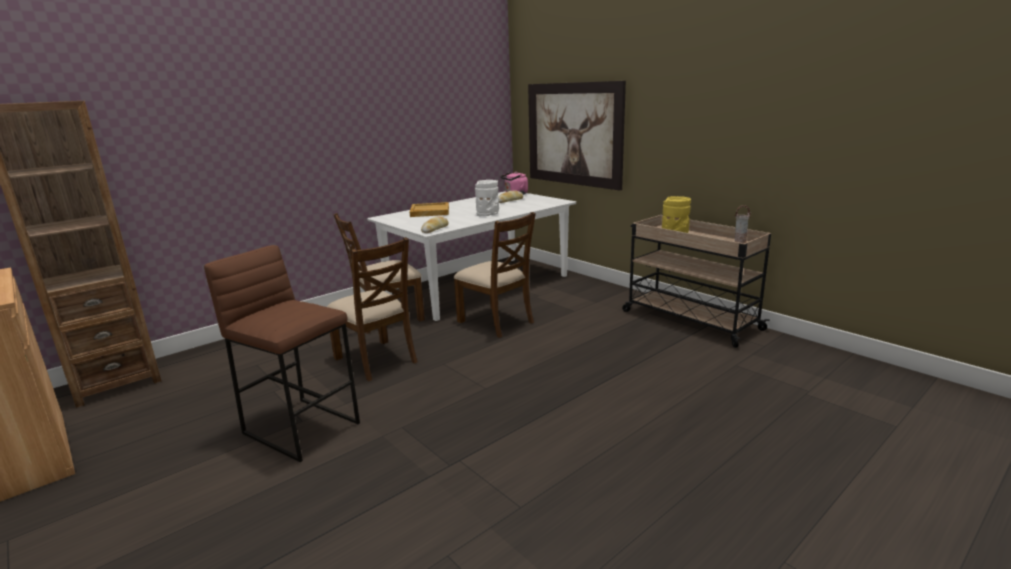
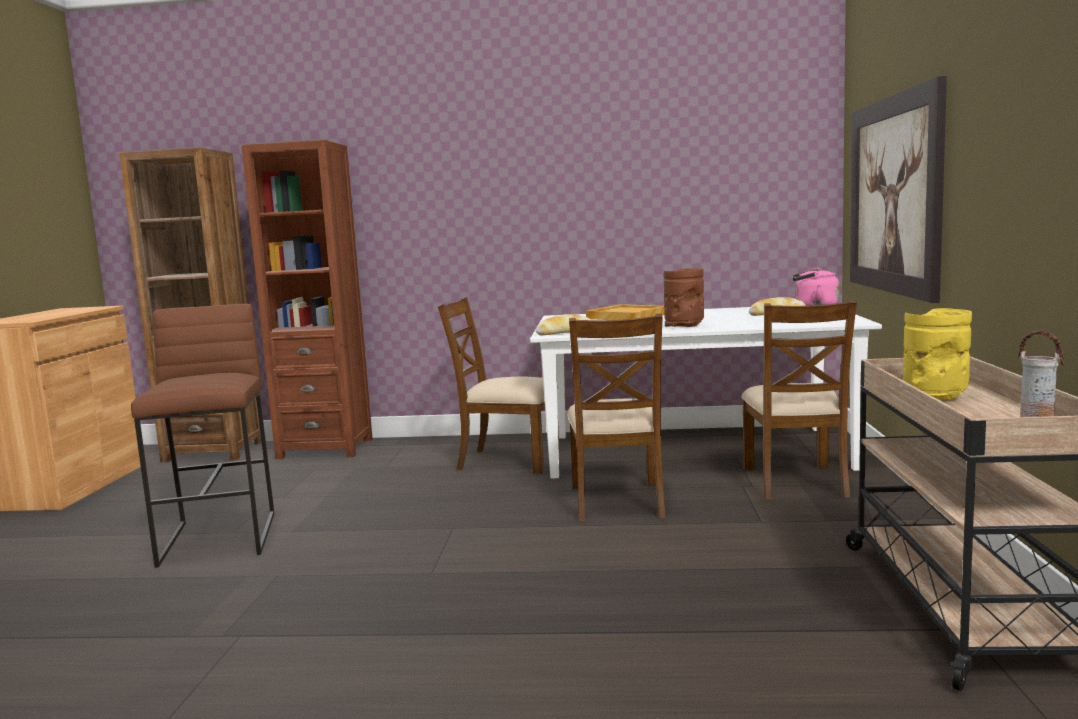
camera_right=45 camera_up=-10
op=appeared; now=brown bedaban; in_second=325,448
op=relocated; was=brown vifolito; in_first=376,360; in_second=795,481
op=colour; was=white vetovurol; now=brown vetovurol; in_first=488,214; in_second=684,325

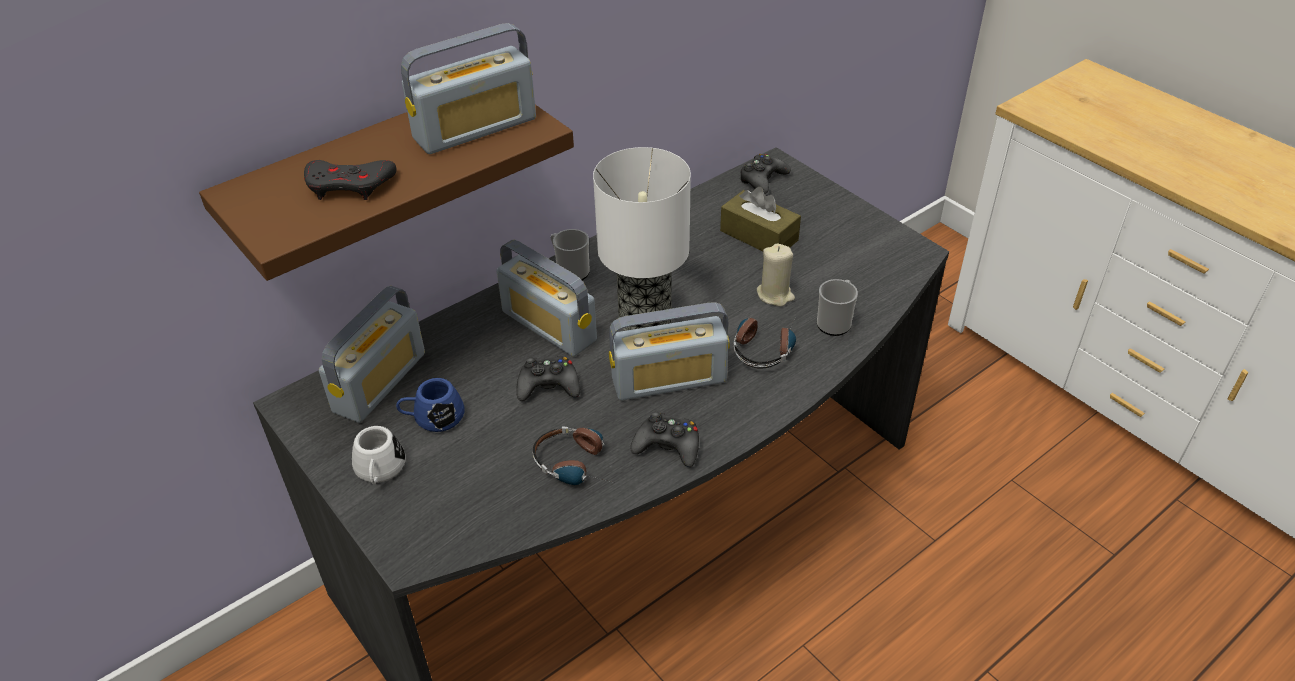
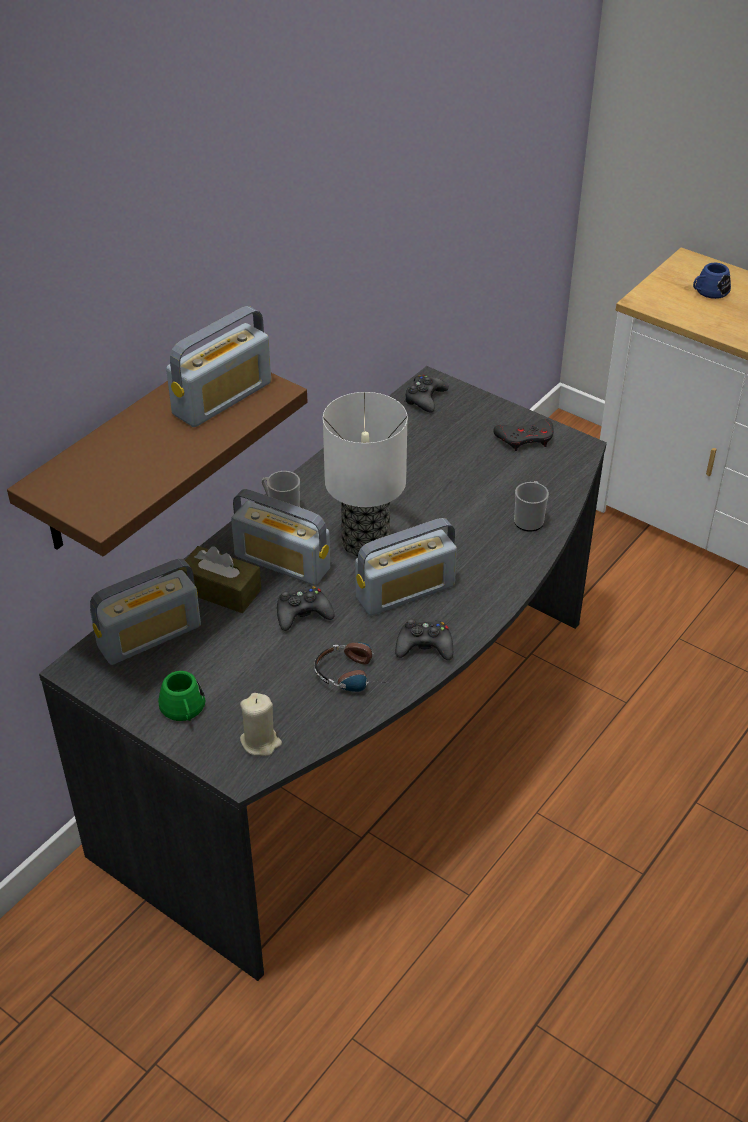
camera_right=-15 camera_up=0
op=missing; was=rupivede; in_first=764,346
op=relocated; was=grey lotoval; in_first=349,185; in_second=525,438
op=relocated; was=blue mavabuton; in_first=433,417; in_second=708,292
op=relocated; was=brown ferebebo; in_first=759,236; in_second=221,590
op=relocated; was=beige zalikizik; in_first=775,295; in_second=260,742
op=colour; was=white mavabuton; now=green mavabuton; in_first=379,470; in_second=184,710
op=spun; was=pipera; in_first=380,382; in_second=149,636; clockwise=45

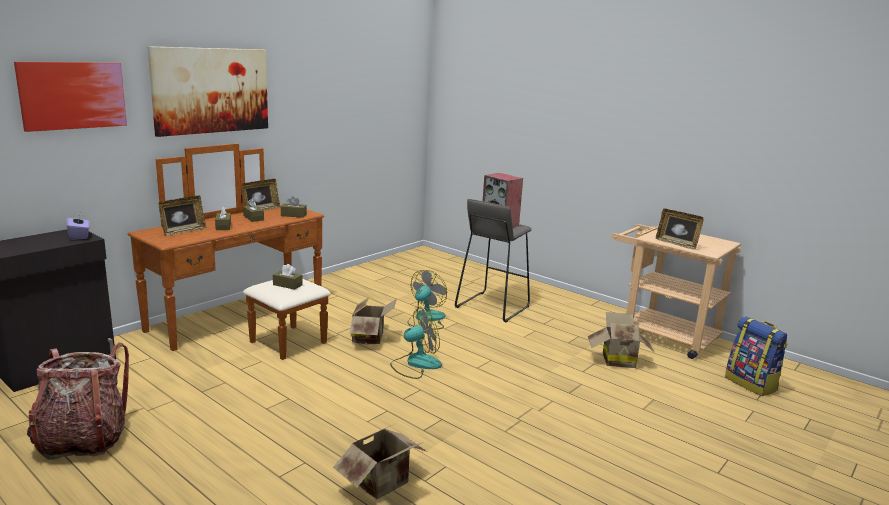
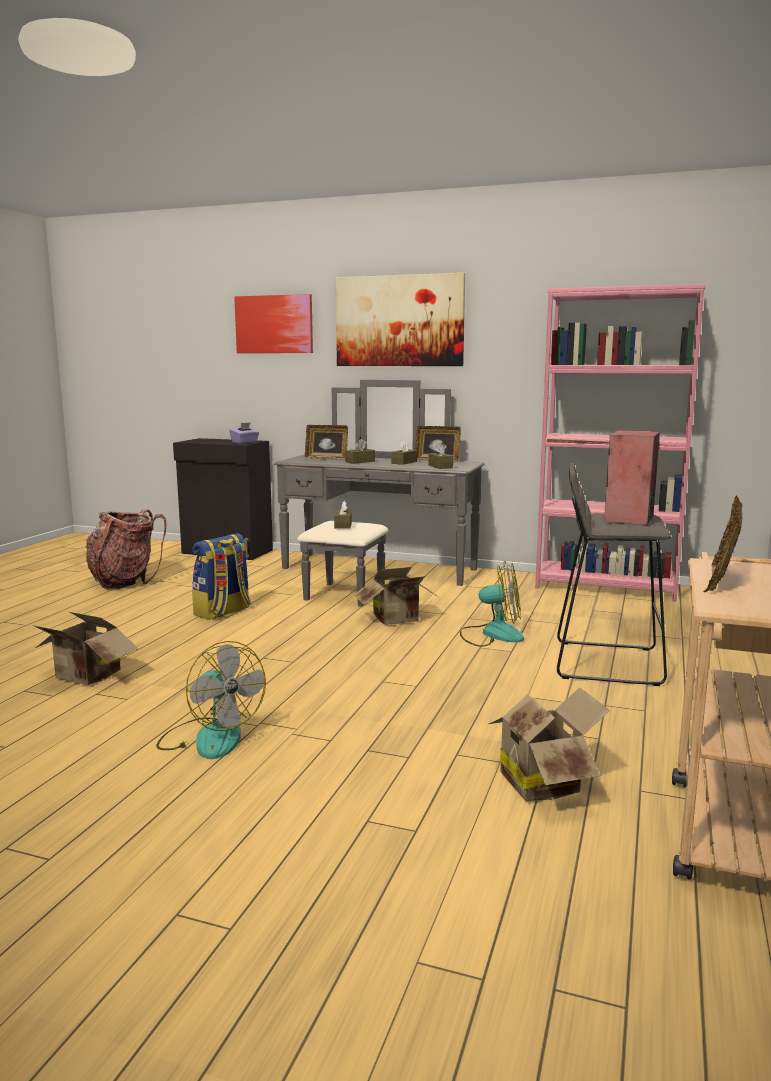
camera_right=70 camera_up=-5
op=appeared; now=pink bedaban; in_second=606,587
op=relocated; was=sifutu; in_first=415,364; in_second=210,737
op=relocated; was=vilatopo; in_first=751,384; in_second=223,612
op=colour; was=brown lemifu; now=grey lemifu; in_first=249,321; in_second=372,574

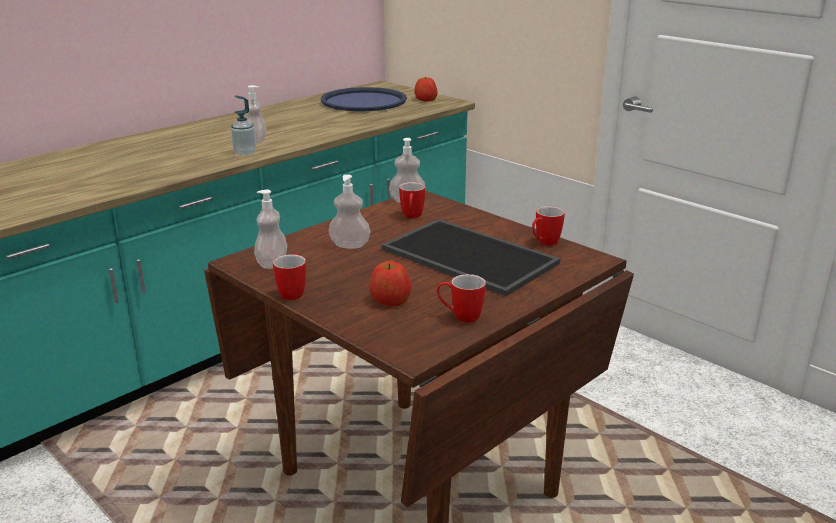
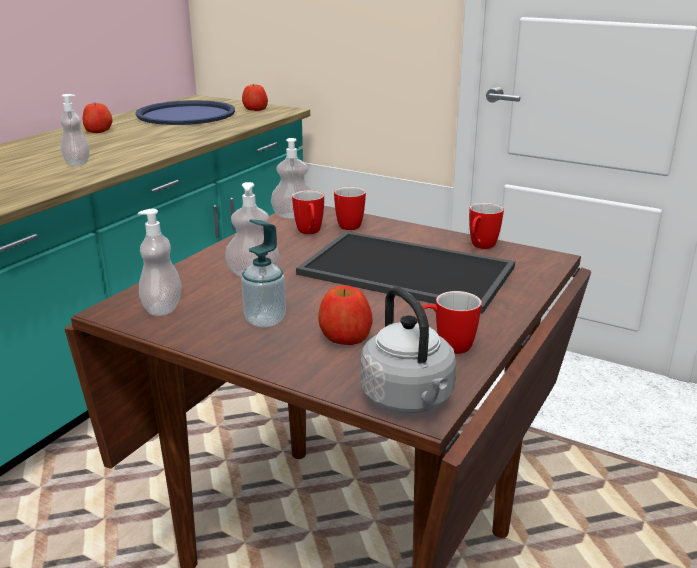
camera_right=-15 camera_up=0
op=appeared; now=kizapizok; in_second=98,131
op=appeared; now=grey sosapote; in_second=409,399
op=relocated; was=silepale; in_first=245,153; in_second=265,320
op=relocated; was=mavabuton; in_first=293,292; in_second=349,224

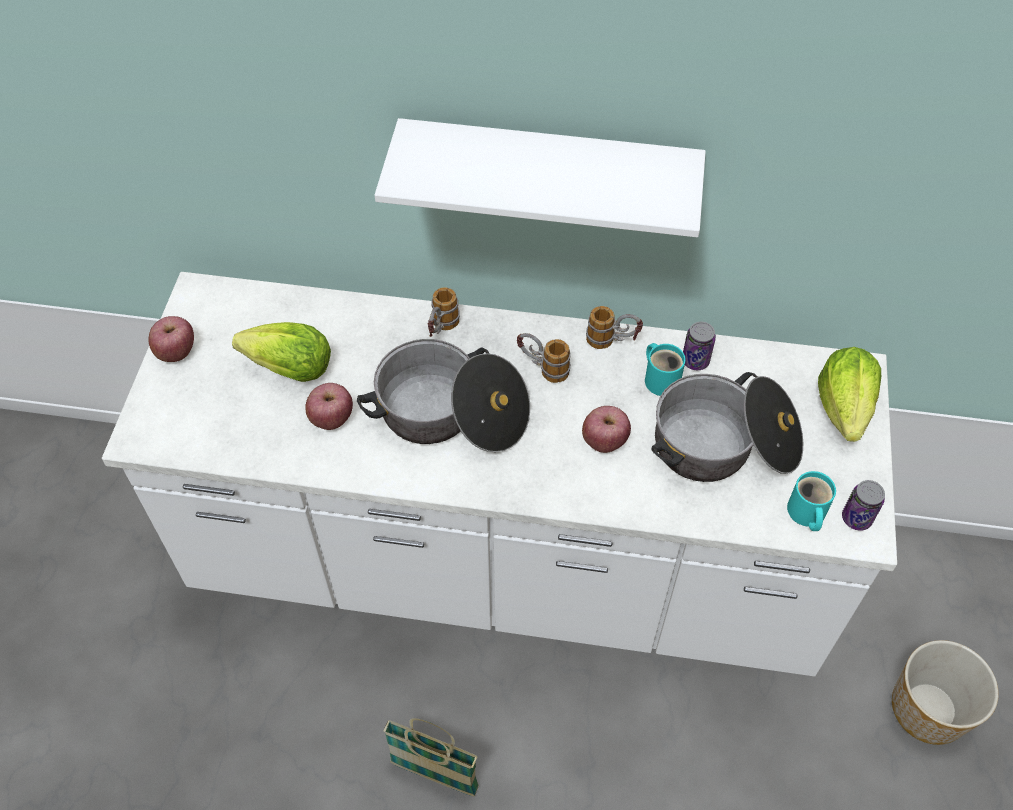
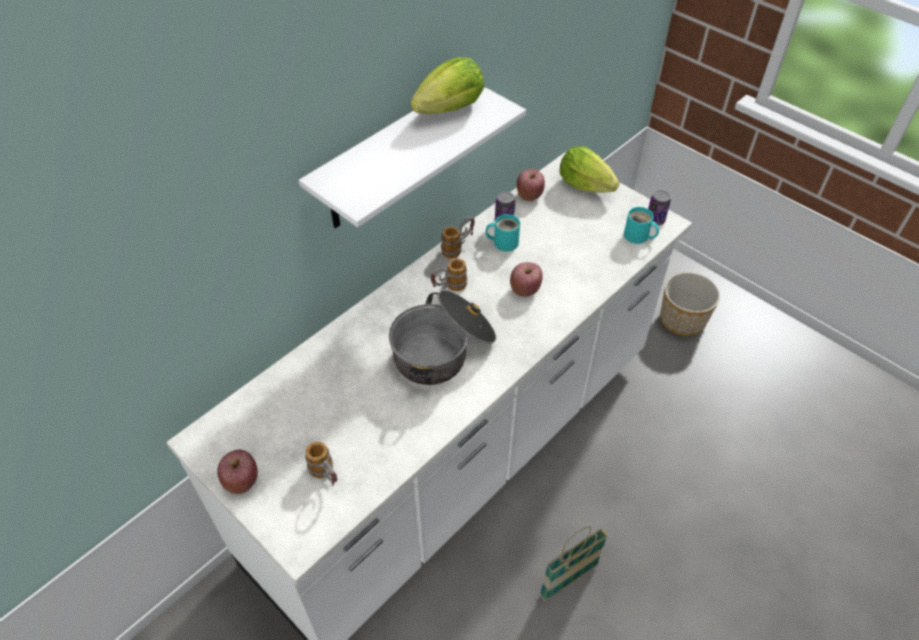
camera_right=-55 camera_up=-5
op=missing; was=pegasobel; in_first=724,446
op=relocated; was=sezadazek; in_first=290,369; in_second=450,109
op=relocated; was=kizapizok; in_first=331,418; in_second=529,195
op=relocated; was=mavabuton; in_first=441,330; in_second=327,476

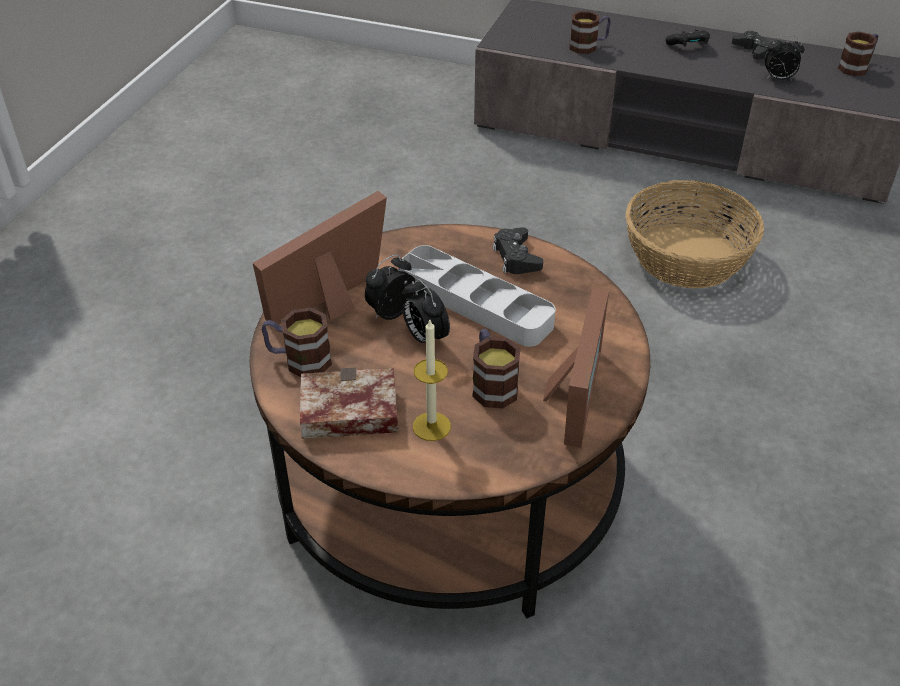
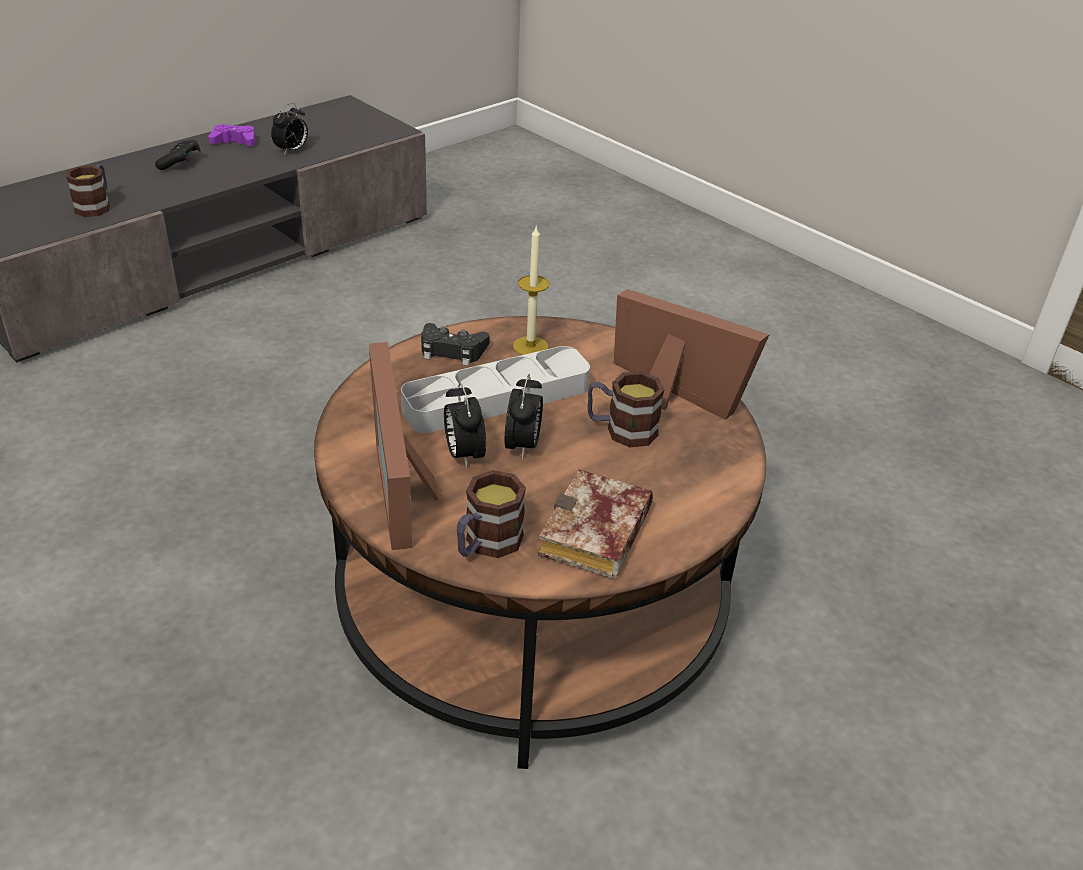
camera_right=-65 camera_up=-5
op=missing; was=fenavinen; in_first=687,256
op=missing; was=mavabuton; in_first=856,67
op=relocated; was=zalikizik; in_first=431,426; in_second=530,346
op=colour; was=black lotoval; now=purple lotoval; in_first=753,51; in_second=234,142
op=spun; was=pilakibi; in_first=425,337; in_second=523,446; clockwise=-75

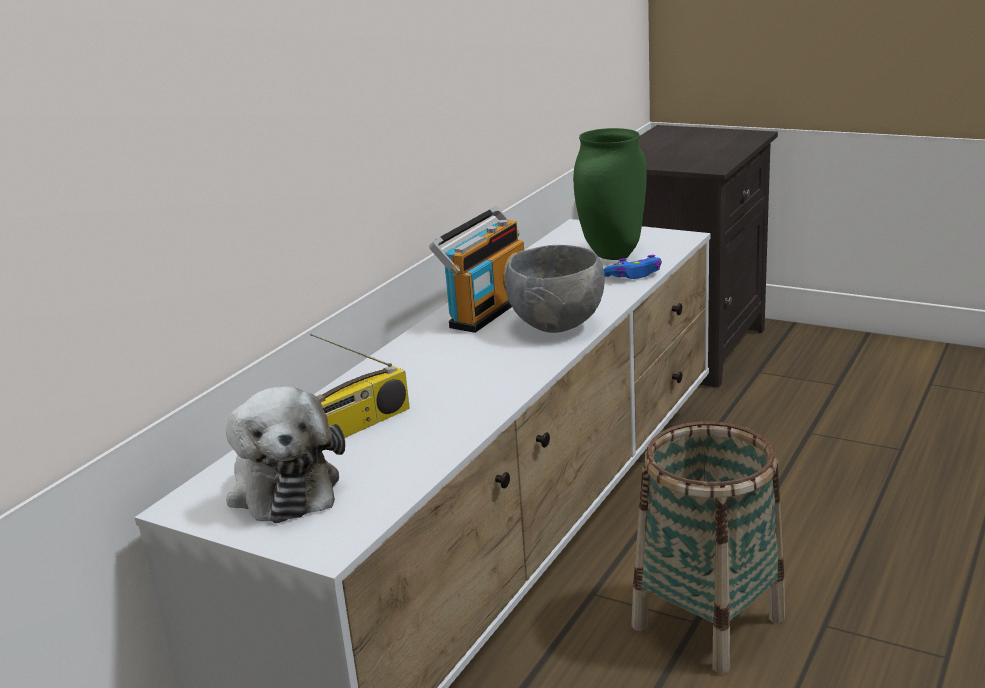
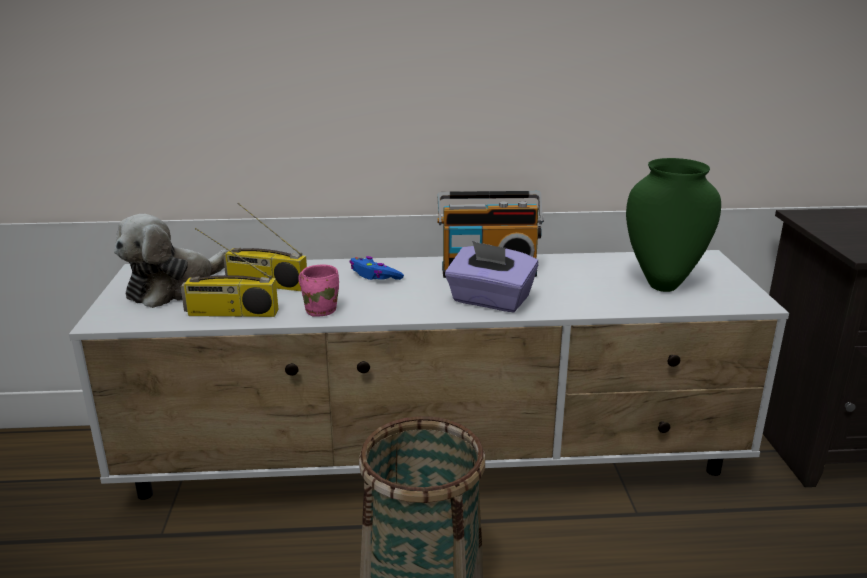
camera_right=55 camera_up=0
op=appeared; now=pipera; in_second=231,313
op=appeared; now=pink mavabuton; in_second=320,309
op=relocated; was=blue lotoval; in_first=634,275; in_second=374,276
op=exchanged; was=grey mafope; now=purple ferebebo; in_first=557,325; in_second=490,301

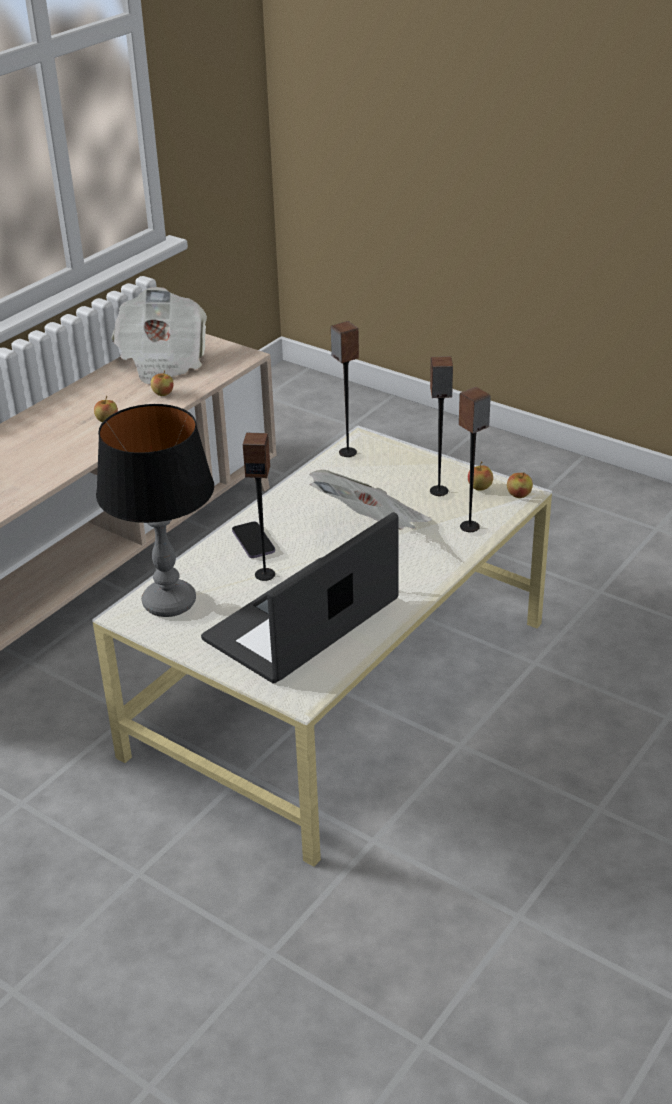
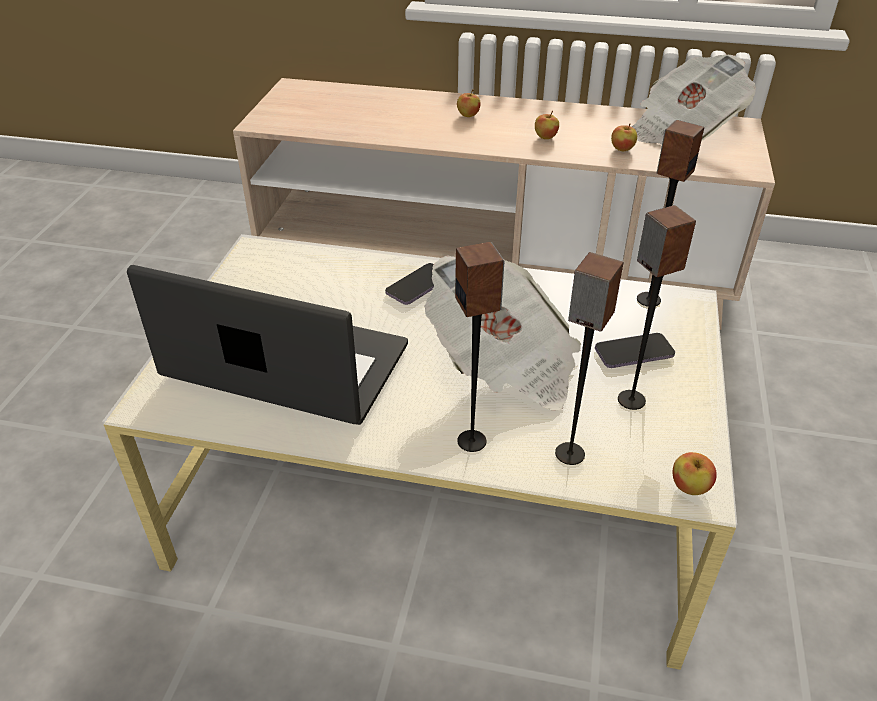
camera_right=65 camera_up=5
op=missing; was=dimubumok; in_first=169,602
op=appeared; now=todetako; in_second=634,353
op=relocated; was=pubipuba; in_first=265,574; in_second=472,441
op=relocated; was=kizapizok; in_first=479,488; in_second=468,115

